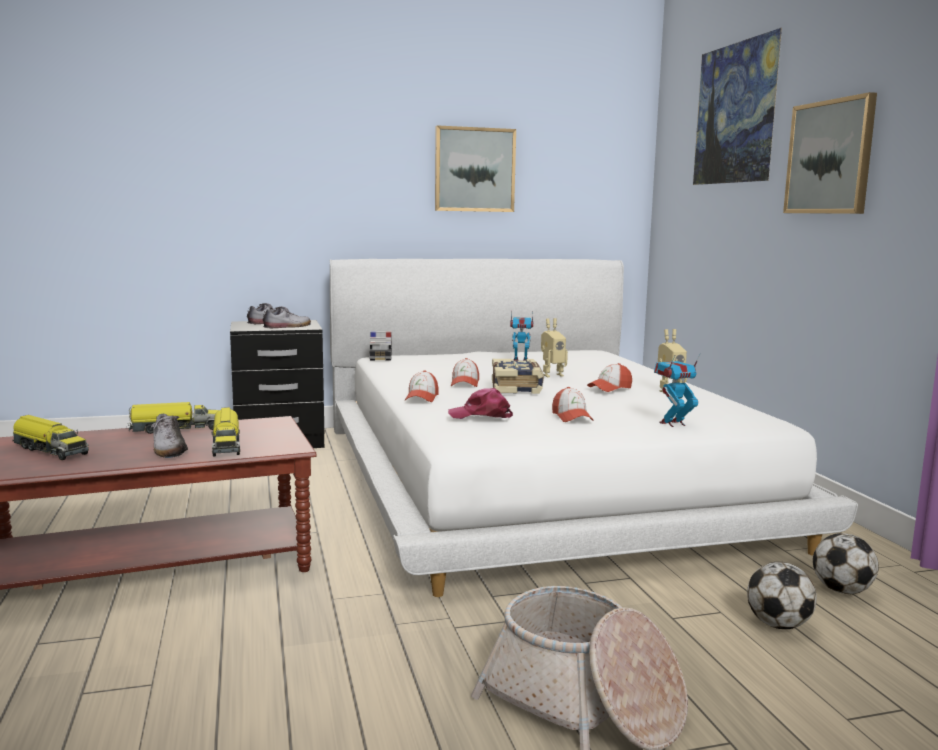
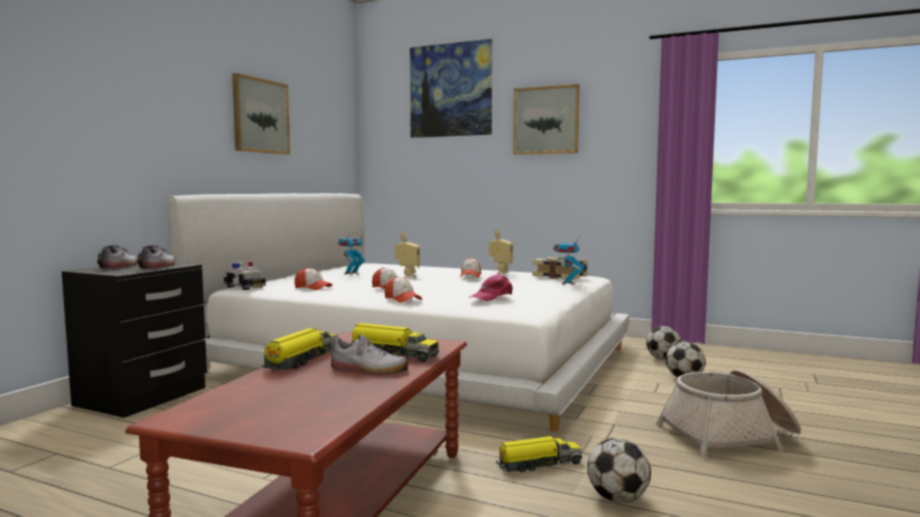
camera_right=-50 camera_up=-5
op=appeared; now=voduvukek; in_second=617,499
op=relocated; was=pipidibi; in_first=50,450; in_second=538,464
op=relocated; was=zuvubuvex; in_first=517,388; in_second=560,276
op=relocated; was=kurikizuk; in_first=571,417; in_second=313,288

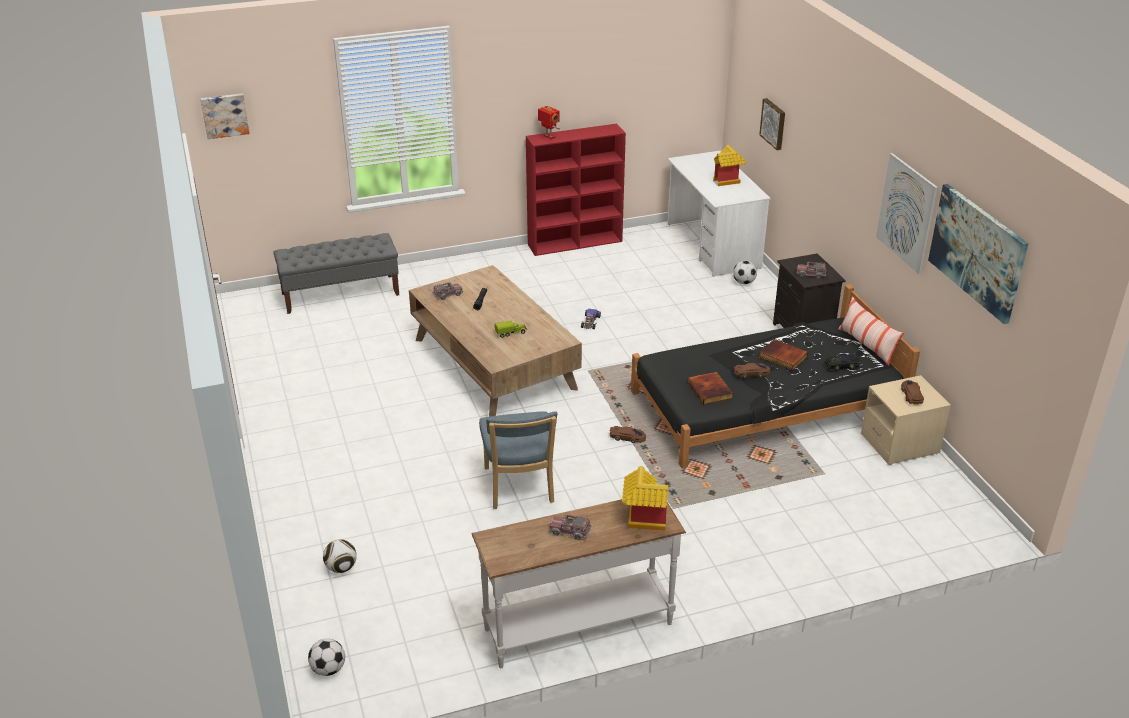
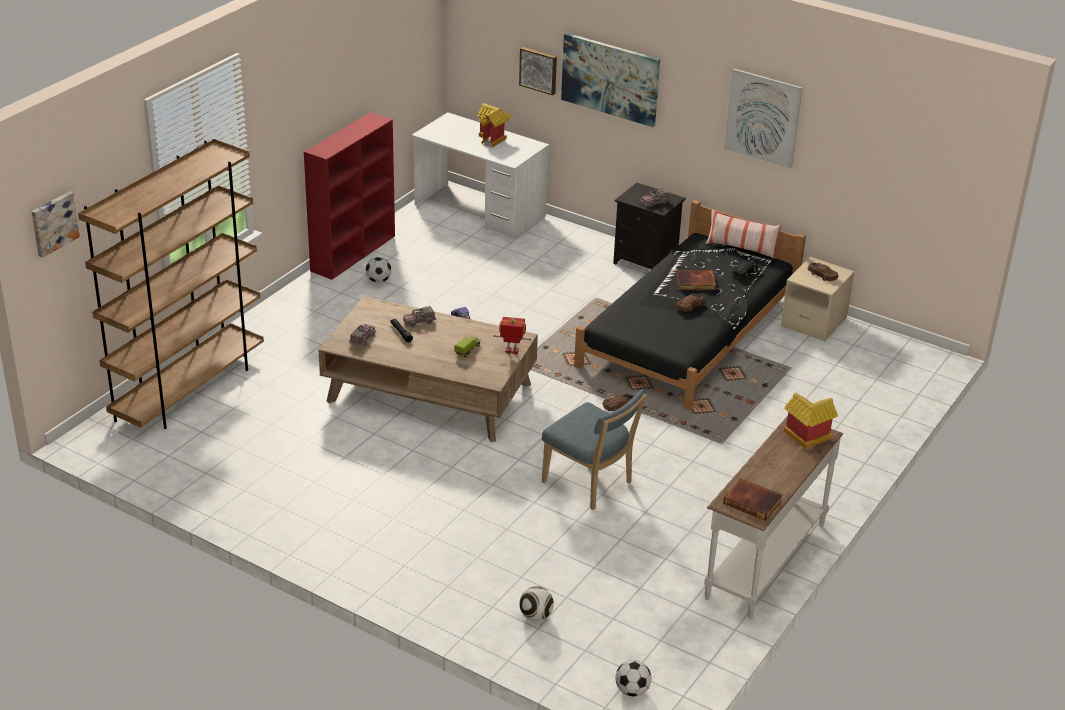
camera_right=-40 camera_up=0
op=relocated; was=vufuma; in_first=549,137; in_second=512,351
op=relocated; was=pipidibi; in_first=570,531; in_second=419,321
op=relocated; was=zuvubuvex; in_first=710,390; in_second=753,501
op=relocated; was=voduvukek; in_first=744,282; in_second=378,280
op=relocated; was=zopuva; in_first=977,252; in_second=610,79
op=exchanged; was=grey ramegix; now=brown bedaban; in_first=341,294; in_second=189,390

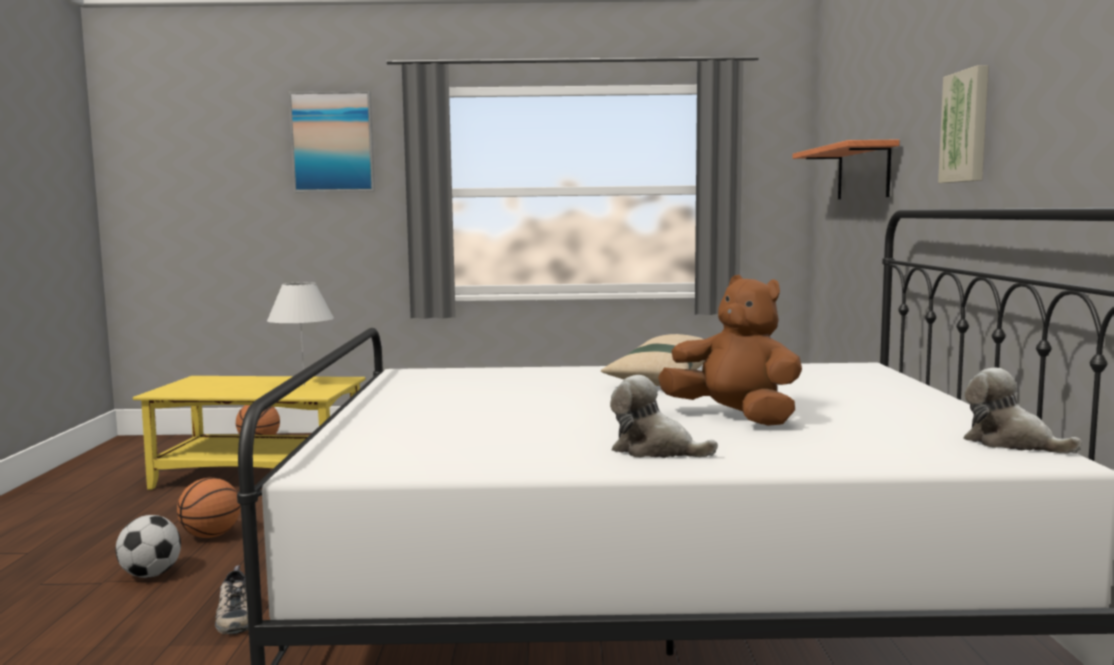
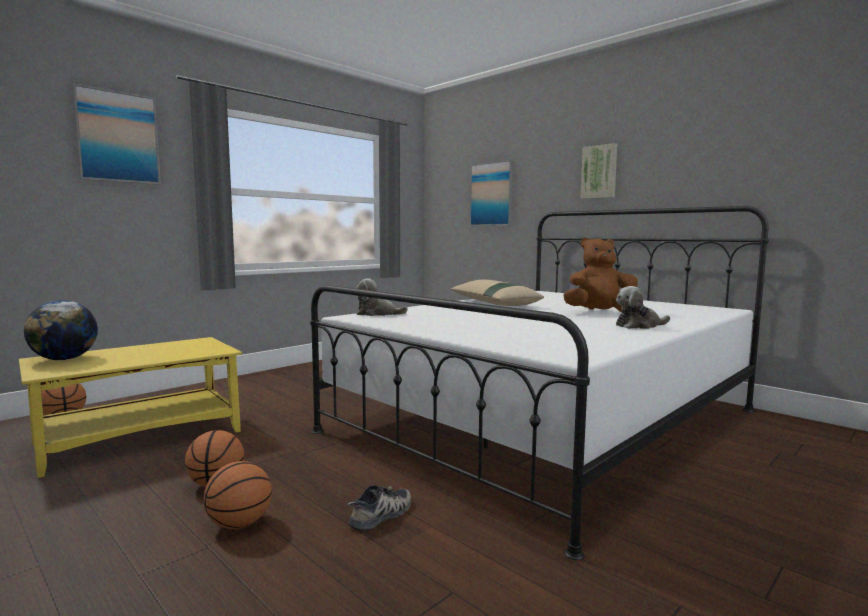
camera_right=-45 camera_up=0
op=missing; was=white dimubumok; in_first=304,385
op=appeared; now=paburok; in_second=64,359
op=relocated; was=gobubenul; in_first=1011,443; in_second=377,314
op=exchanged; was=voduvukek; now=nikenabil; in_first=150,574; in_second=239,524
op=exchanged; was=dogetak; now=zopuva; in_first=863,172; in_second=492,194
op=spun; was=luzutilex; in_first=234,615; in_second=382,515; clockwise=-75

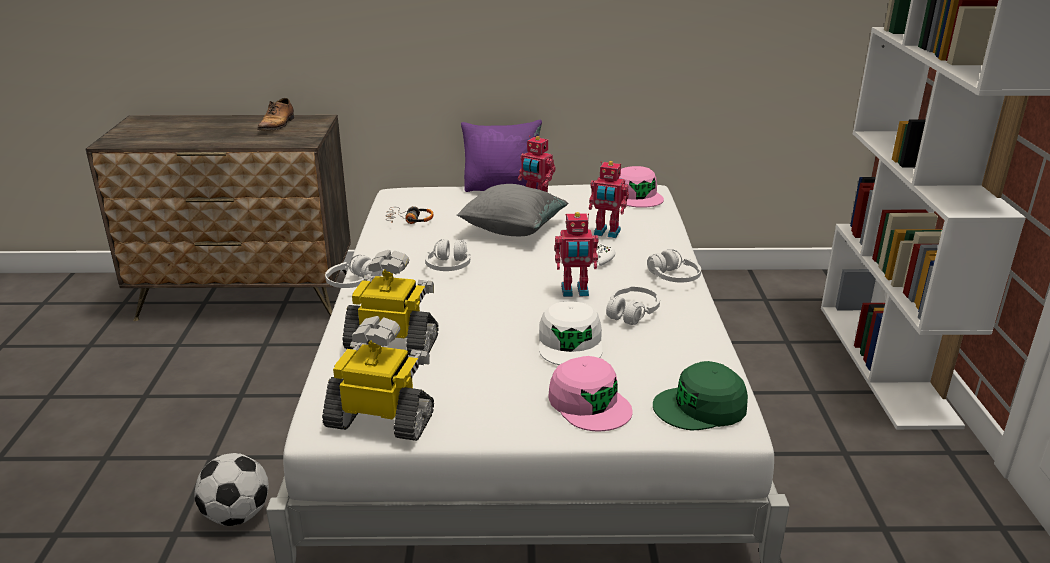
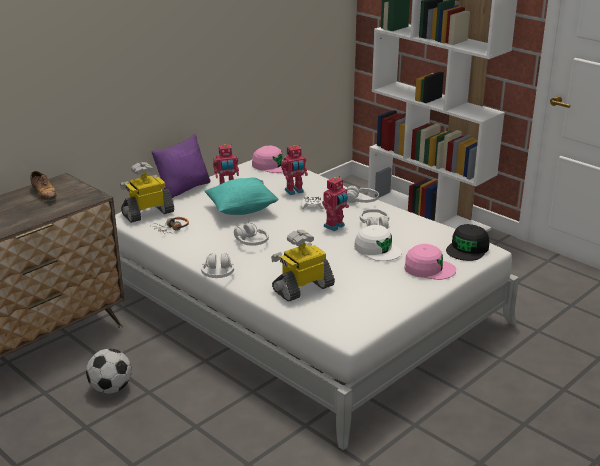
camera_right=-45 camera_up=0
op=relocated; was=voduvukek; in_first=237,515; in_second=111,388
op=relocated; was=vufuma; in_first=382,420; in_second=148,213
op=colour; was=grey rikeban; now=turquoise rikeban; in_first=513,230; in_second=242,210
op=colour; was=green kurikizuk; now=black kurikizuk; in_first=701,407; in_second=468,249

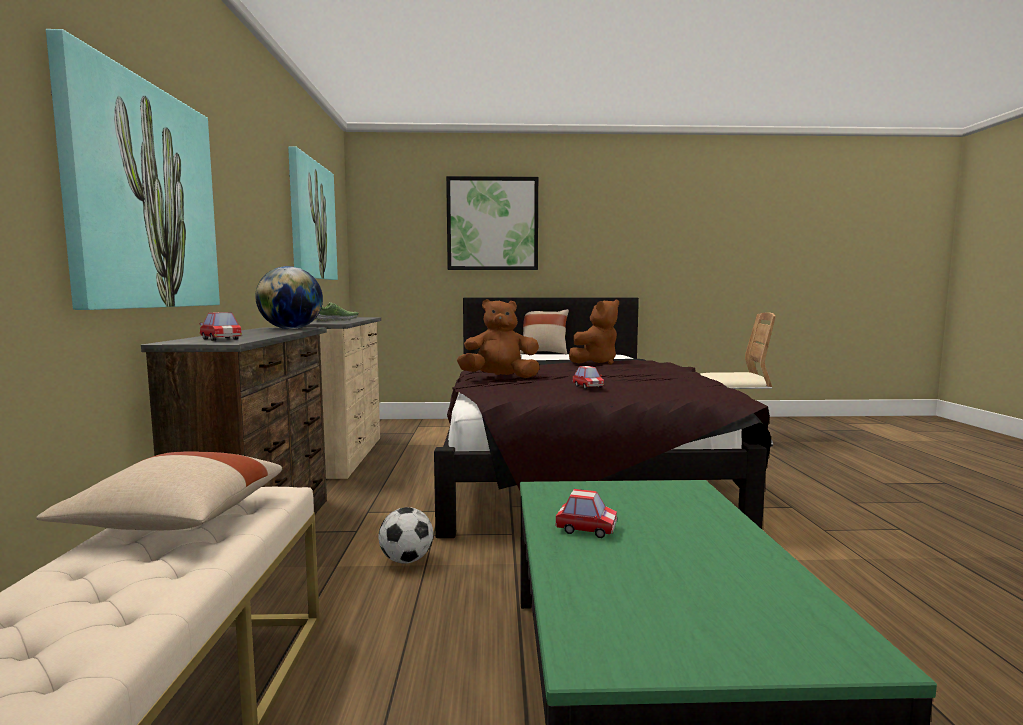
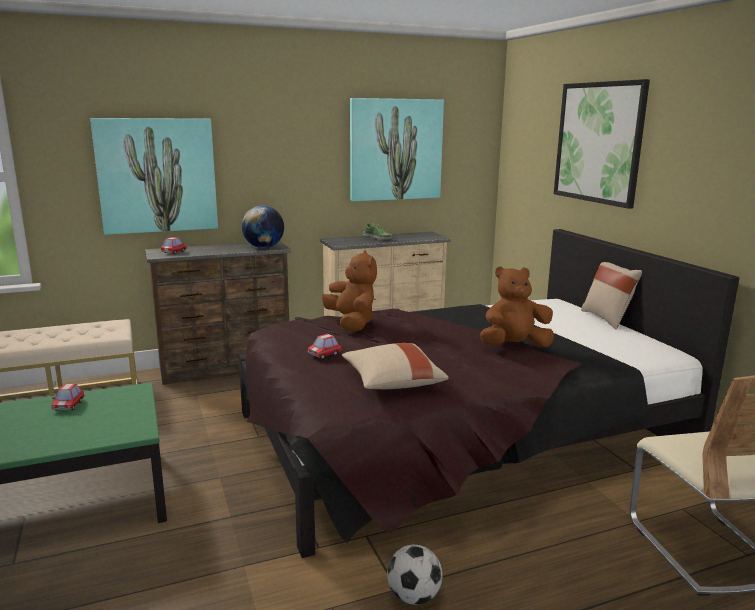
camera_right=70 camera_up=10
op=relocated; was=beige rikeban; in_first=176,521; in_second=392,382
op=relocated; was=voduvukek; in_first=406,560; in_second=413,596
op=spun; was=brown gobubenul; in_first=596,362; in_second=514,346; clockwise=135

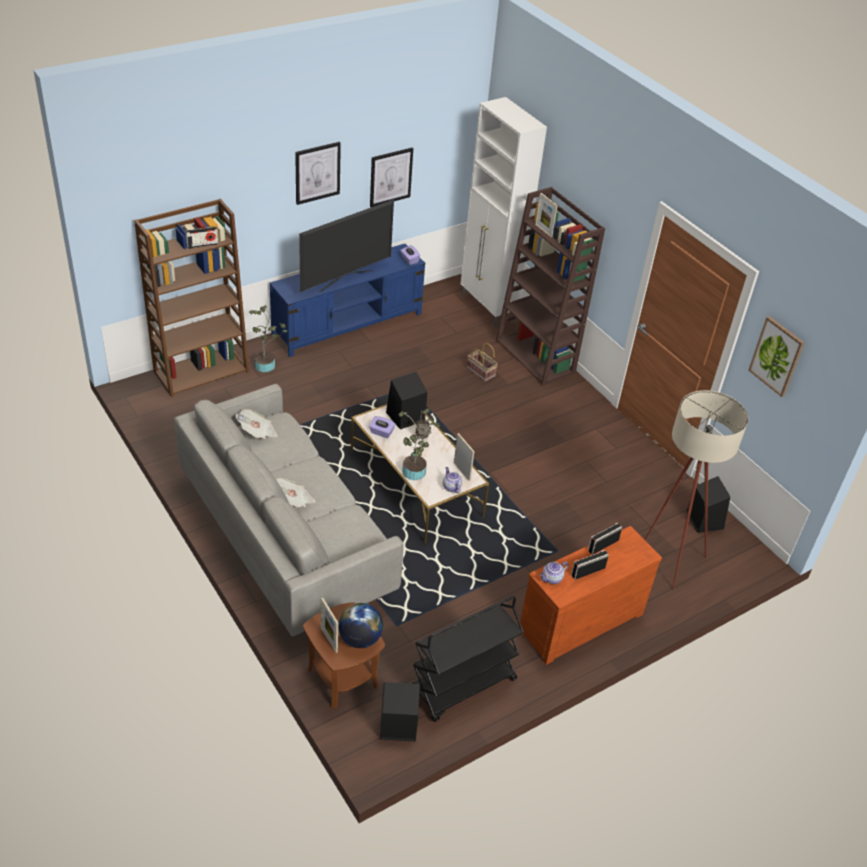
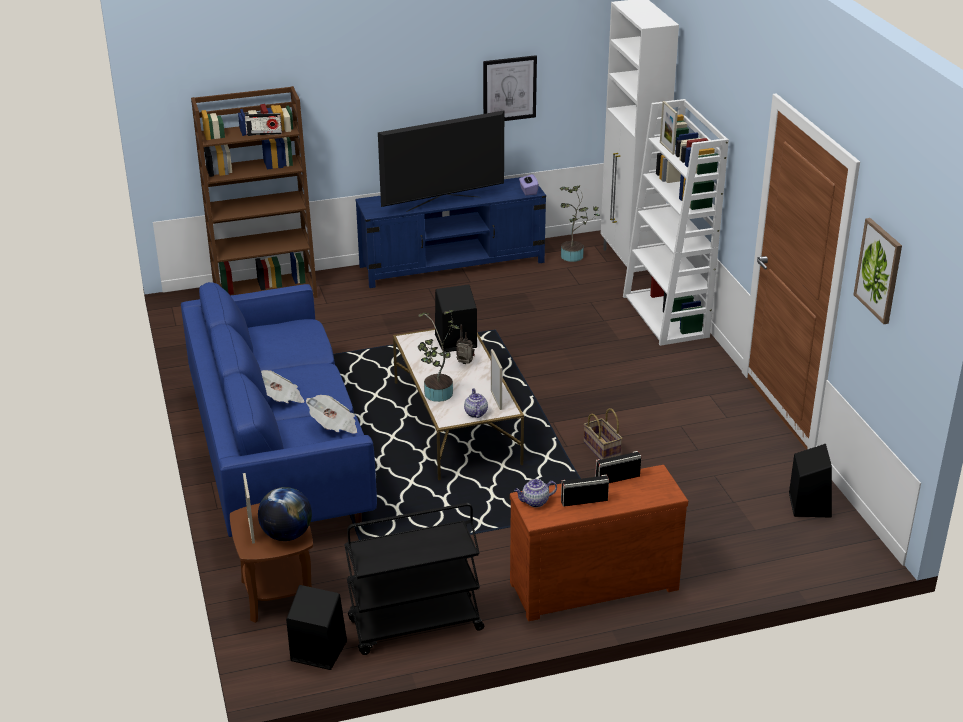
camera_right=20 camera_up=-10
op=missing; was=zopuva; in_first=317,172
op=missing; was=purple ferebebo; in_first=381,432
op=missing; was=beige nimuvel; in_first=667,558
op=relocated; was=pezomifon; in_first=257,432; in_second=334,426
op=relocated; was=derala; in_first=267,365; in_second=574,256
op=relocated; was=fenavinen; in_first=481,372; in_second=603,450
op=colour; was=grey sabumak; now=blue sabumak; in_first=286,539; in_second=280,456
op=colour; was=brown bedaban; now=white bedaban; in_first=536,357; in_second=666,317

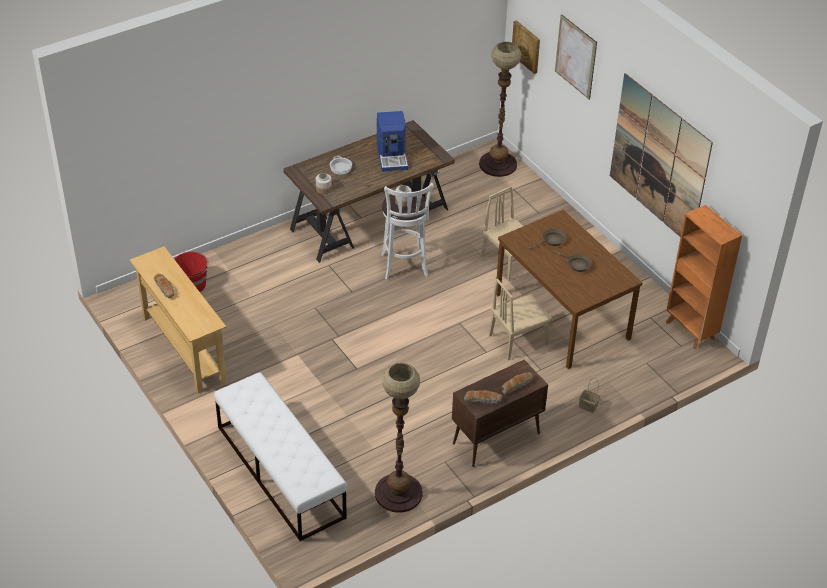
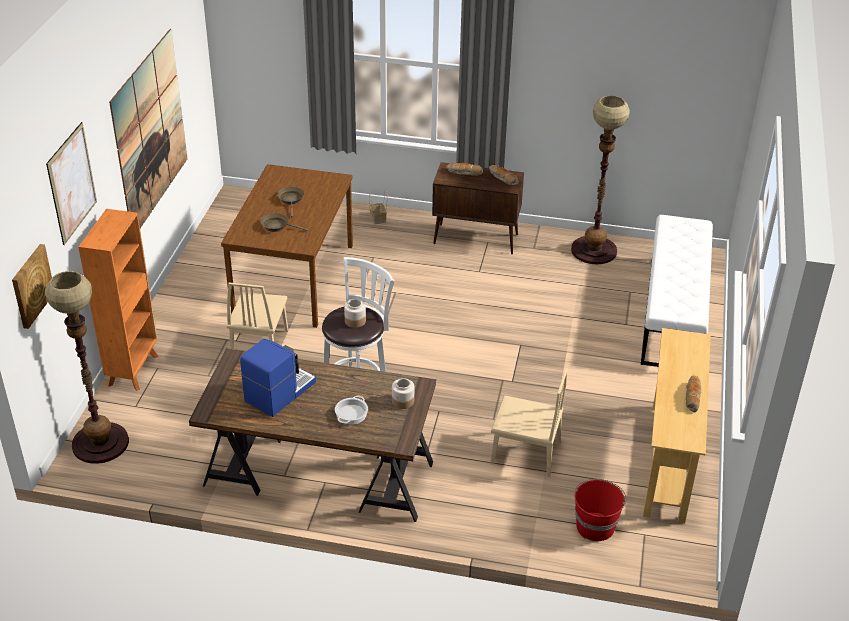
camera_right=-135 camera_up=-5
op=relocated; was=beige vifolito; in_first=518,340; in_second=525,453
op=relocated; was=orange bedaban; in_first=690,331; in_second=134,369

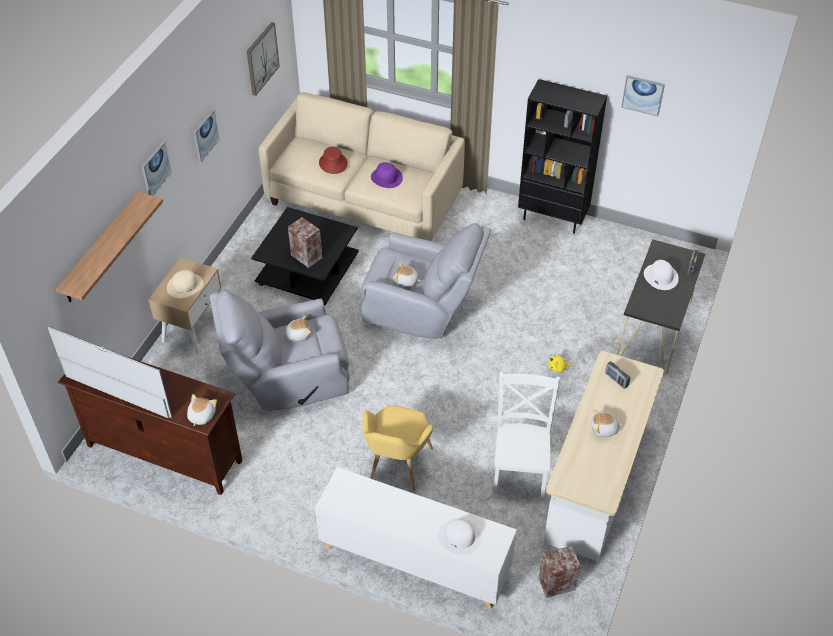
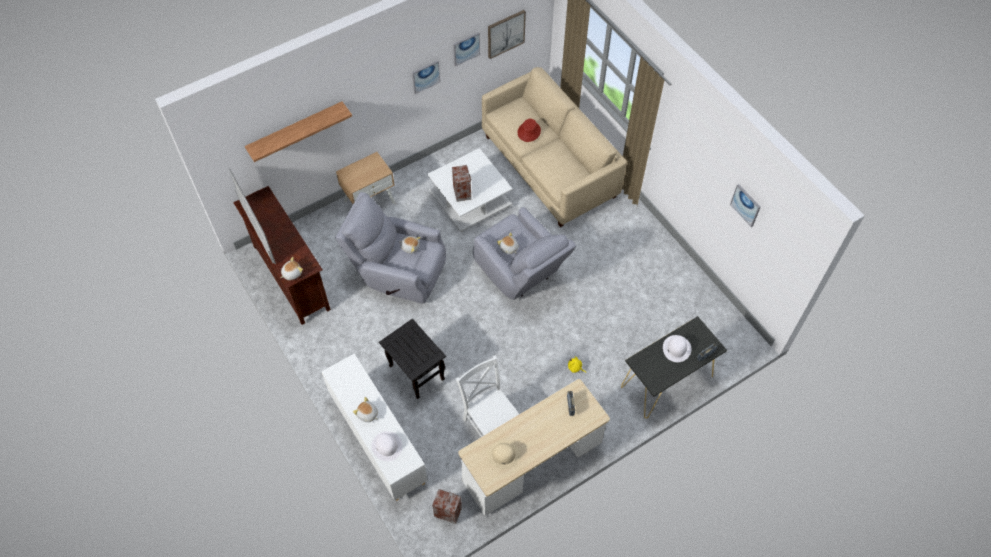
camera_right=35 camera_up=10
op=missing; was=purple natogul; in_first=386,177
op=missing; was=black bedaban; in_first=553,218
op=relocated; was=zopuva; in_first=155,169; in_second=466,48
op=relocated; was=beige natogul; in_first=185,285; in_second=503,455
op=relocated; was=gobubenul; in_first=604,429; in_second=367,414
op=exchanged; was=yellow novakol; now=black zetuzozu; in_first=397,467; in_second=415,372
op=colour; was=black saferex; now=white saferex; in_first=309,270; in_second=471,200
op=spun; was=white vifolito; in_first=520,469; in_second=489,423; clockwise=-75

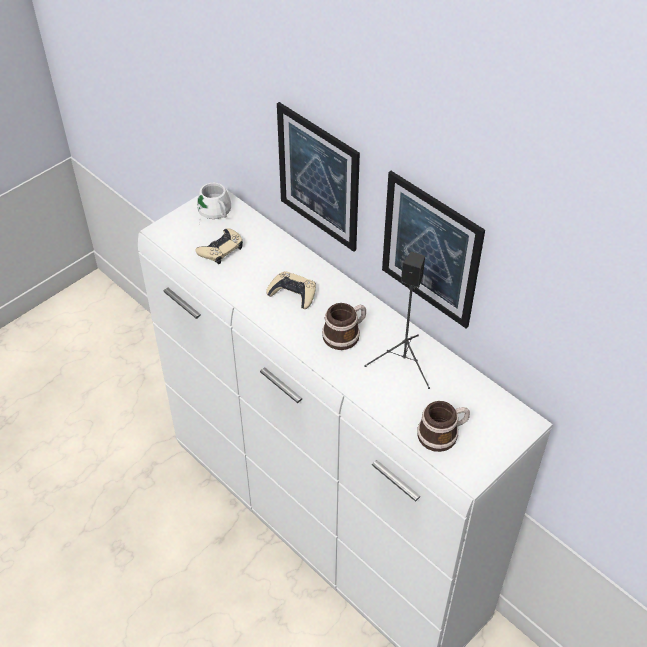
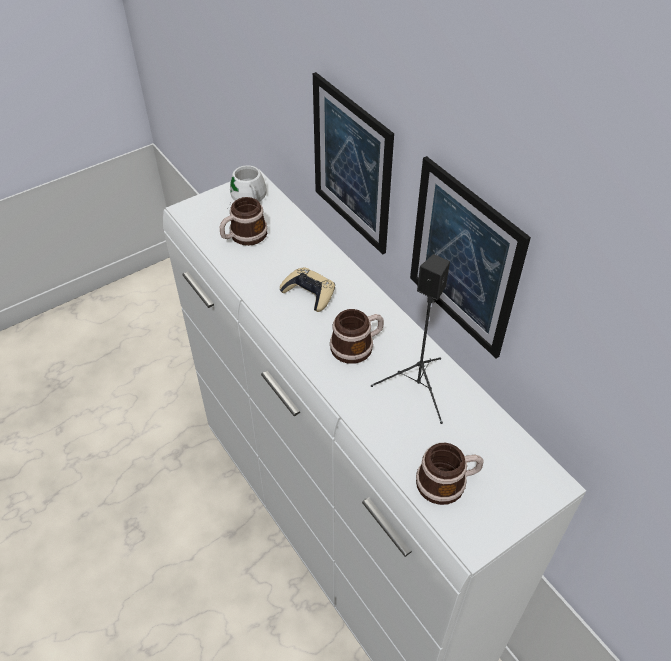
camera_right=10 camera_up=0
op=exchanged; was=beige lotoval; now=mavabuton; in_first=221,249; in_second=244,236

